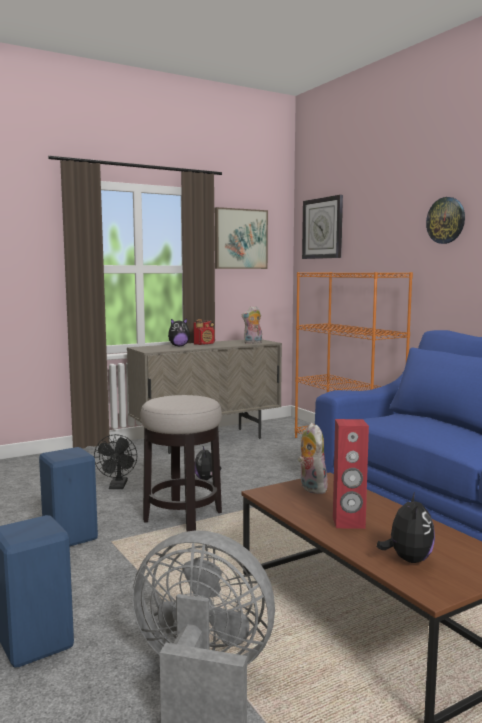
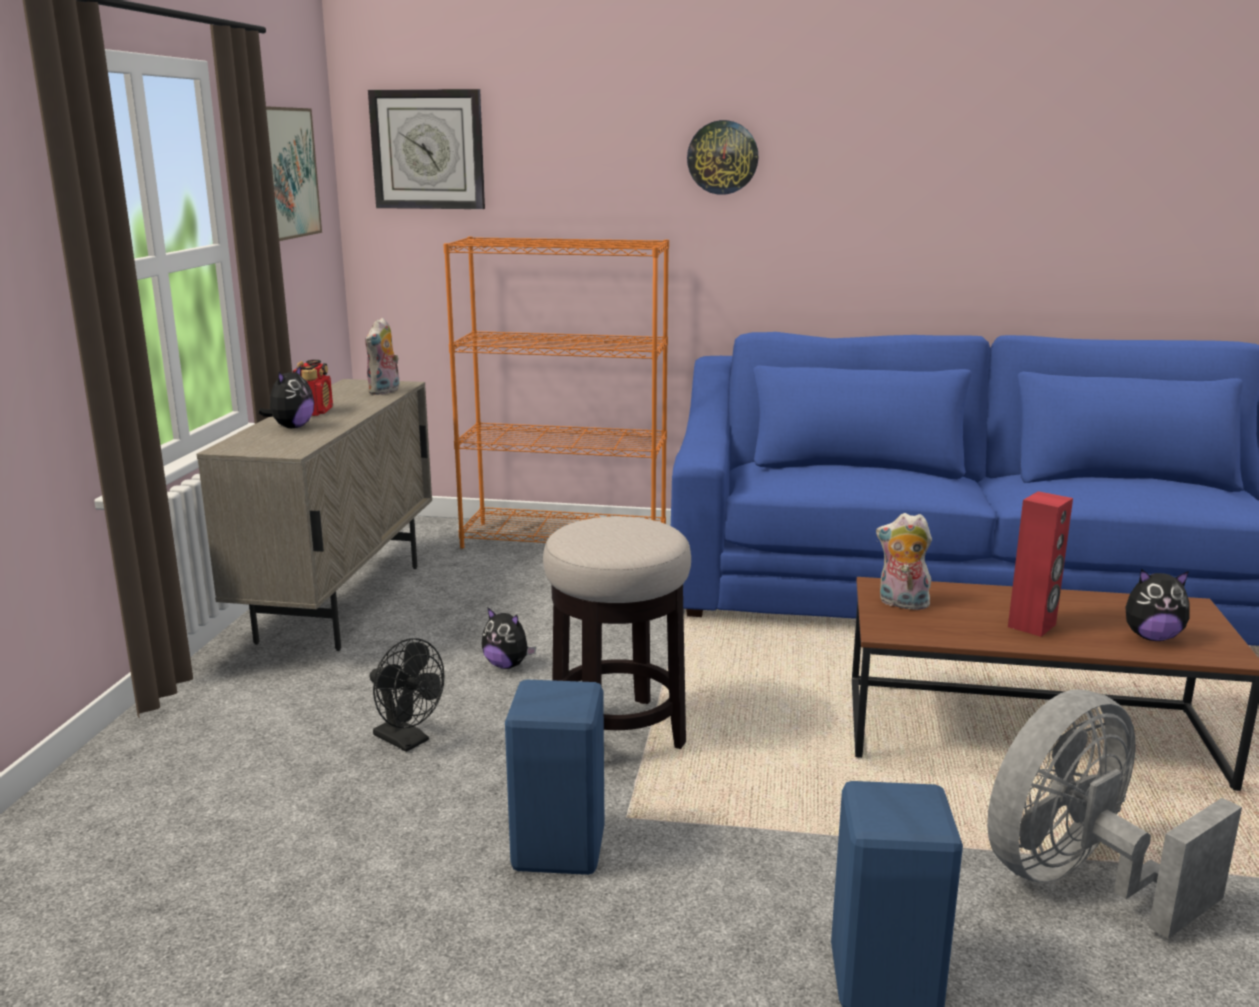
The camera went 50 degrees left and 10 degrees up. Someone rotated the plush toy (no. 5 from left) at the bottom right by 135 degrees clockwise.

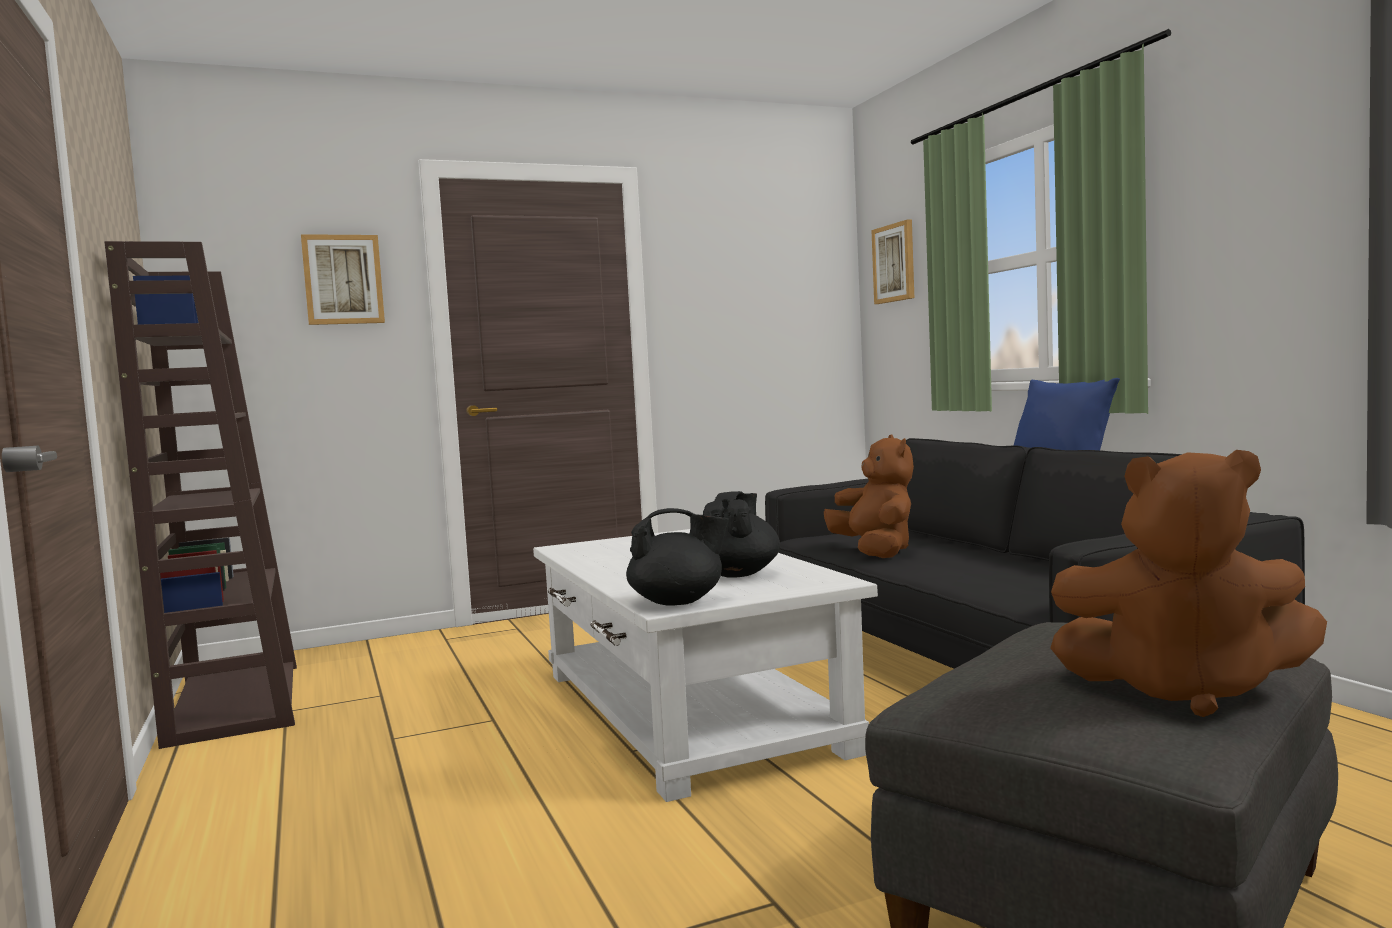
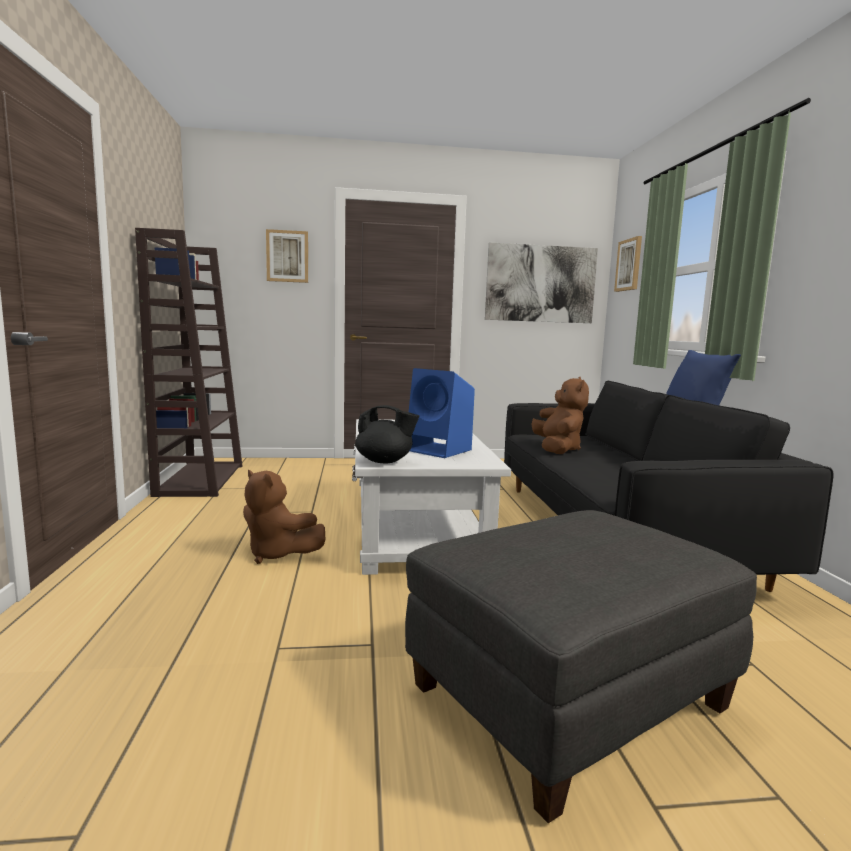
The camera went 15 degrees right and 5 degrees up. Someone swapped the black teapot (no. 2 from left) at the centre for the blue speaker at the centre. Someone carried the brown plush toy (no. 2 from left in the first image) from the middle right to the centre. Someone put up the picture (no. 2 from left) at the top centre.

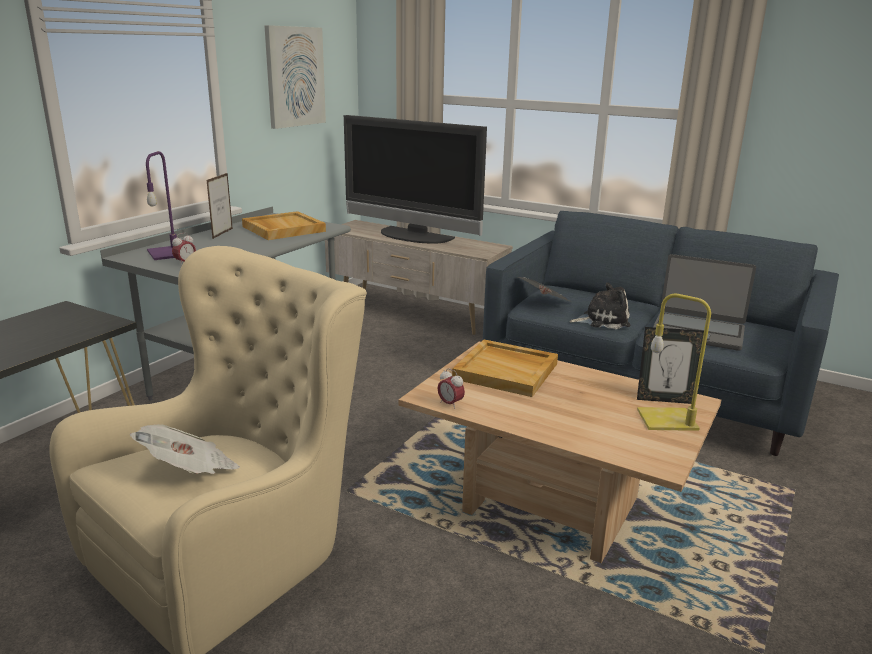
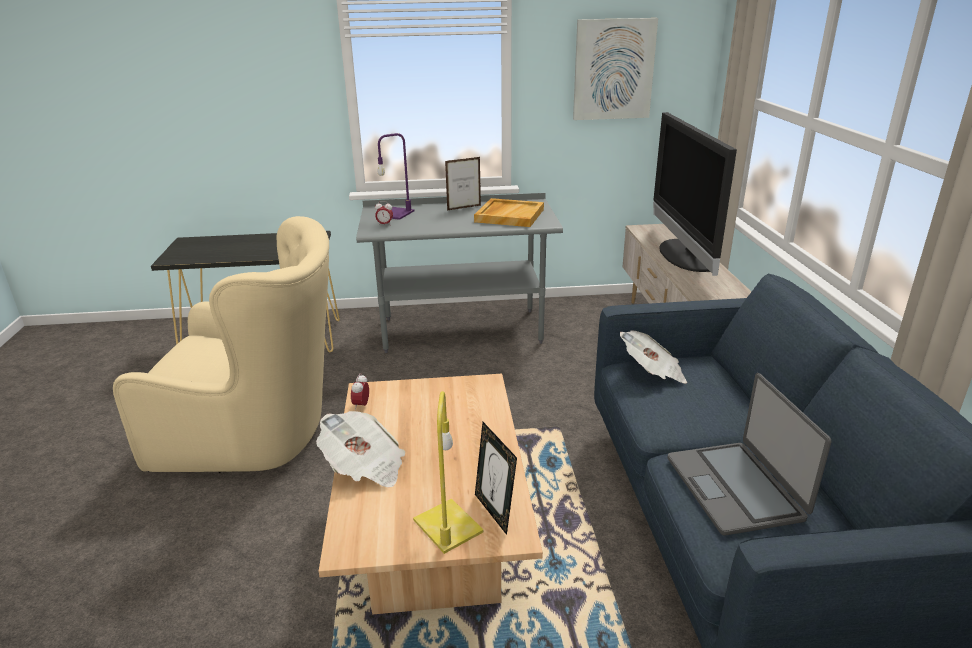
The camera went 55 degrees right and 5 degrees up. Someone carried the newspaper (no. 1 from left) from the bottom left to the bottom centre. Someone took away the beige tray (no. 2 from left) at the centre. Someone took away the plush toy at the middle right.

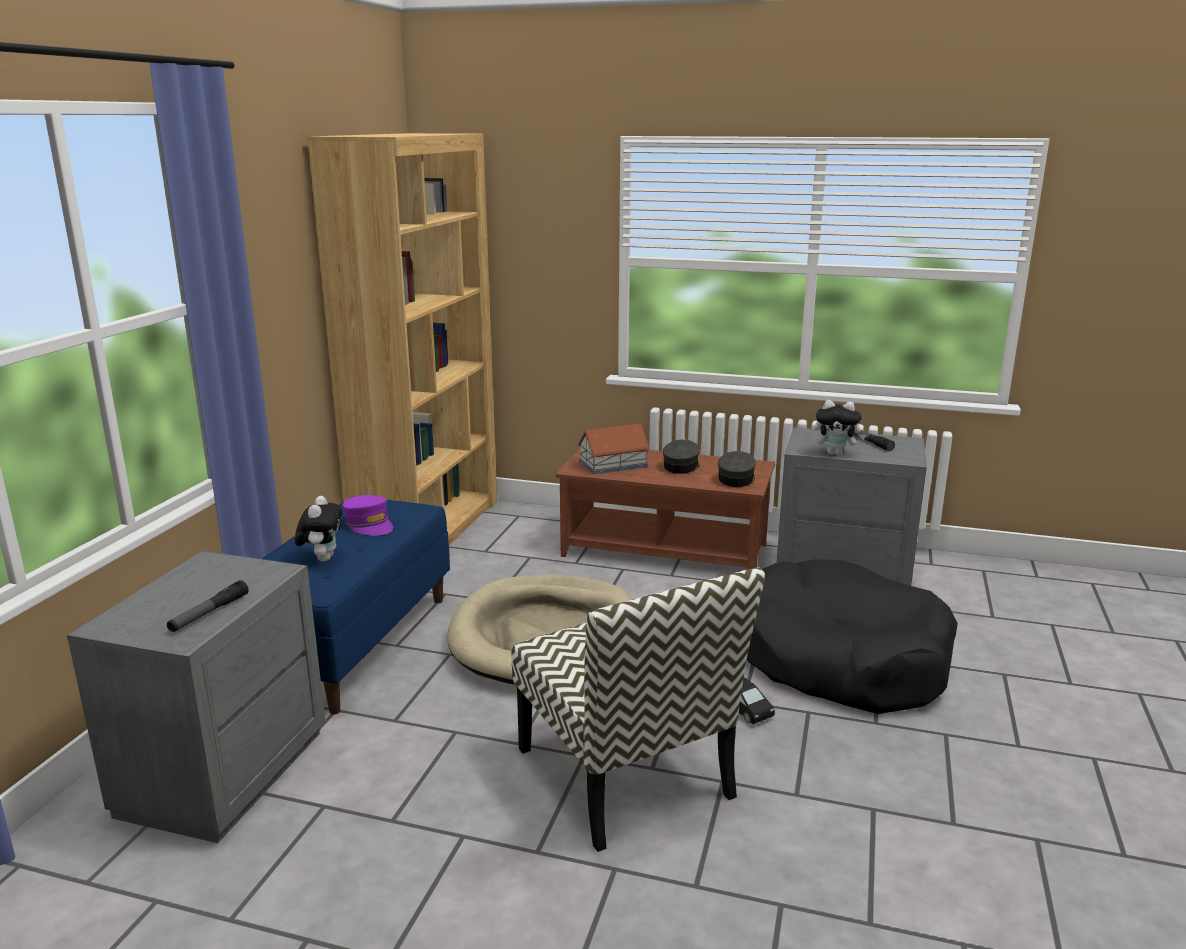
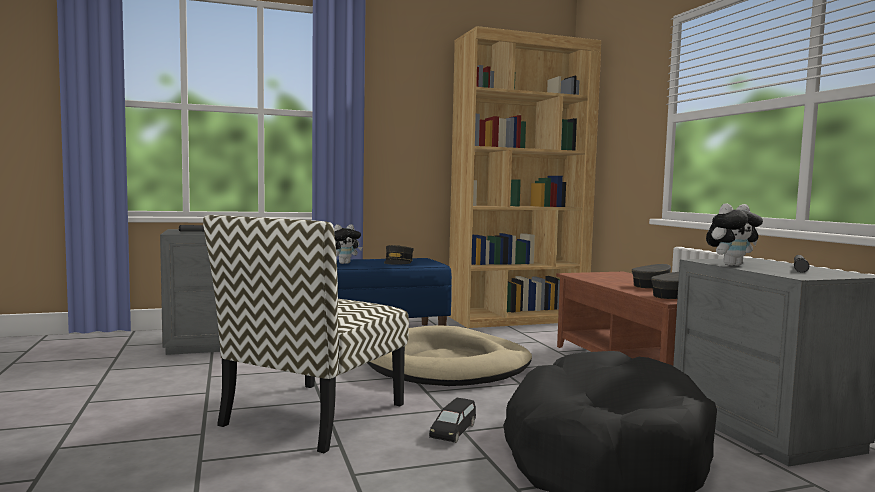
The camera went 55 degrees right and 15 degrees down. Someone repainted the purple cap at the middle left, which became the grey cap (no. 1 from left) at the centre. Someone took away the toy house at the centre. Someone rotated the plush toy (no. 2 from left) at the middle right by 90 degrees counterclockwise.

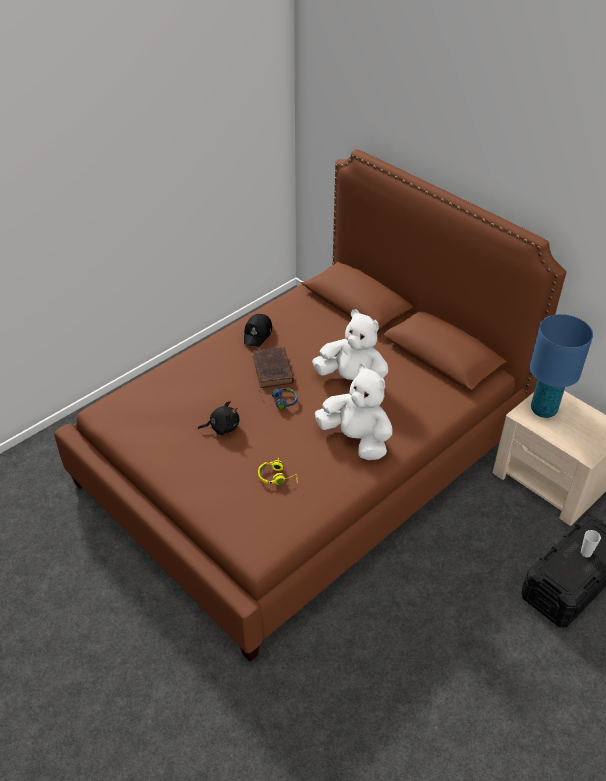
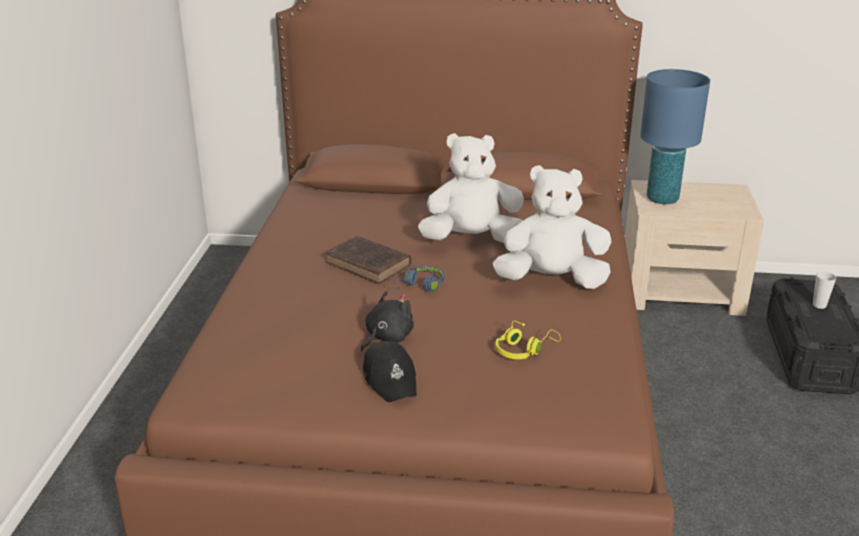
The camera went 40 degrees left and 15 degrees down. Someone carried the black cap from the centre to the bottom centre.

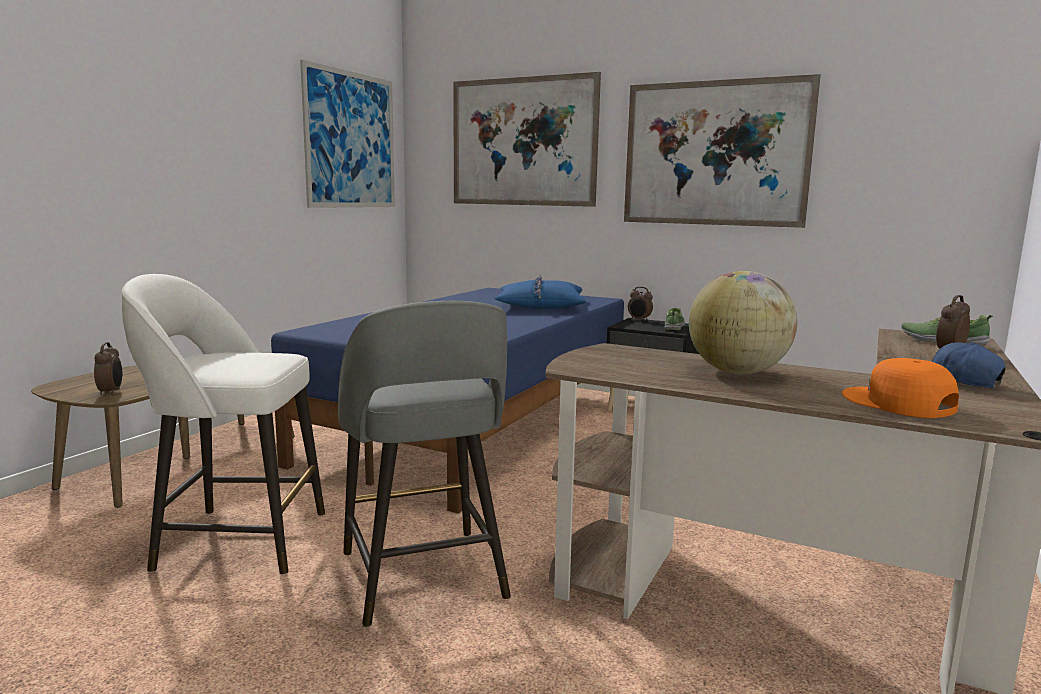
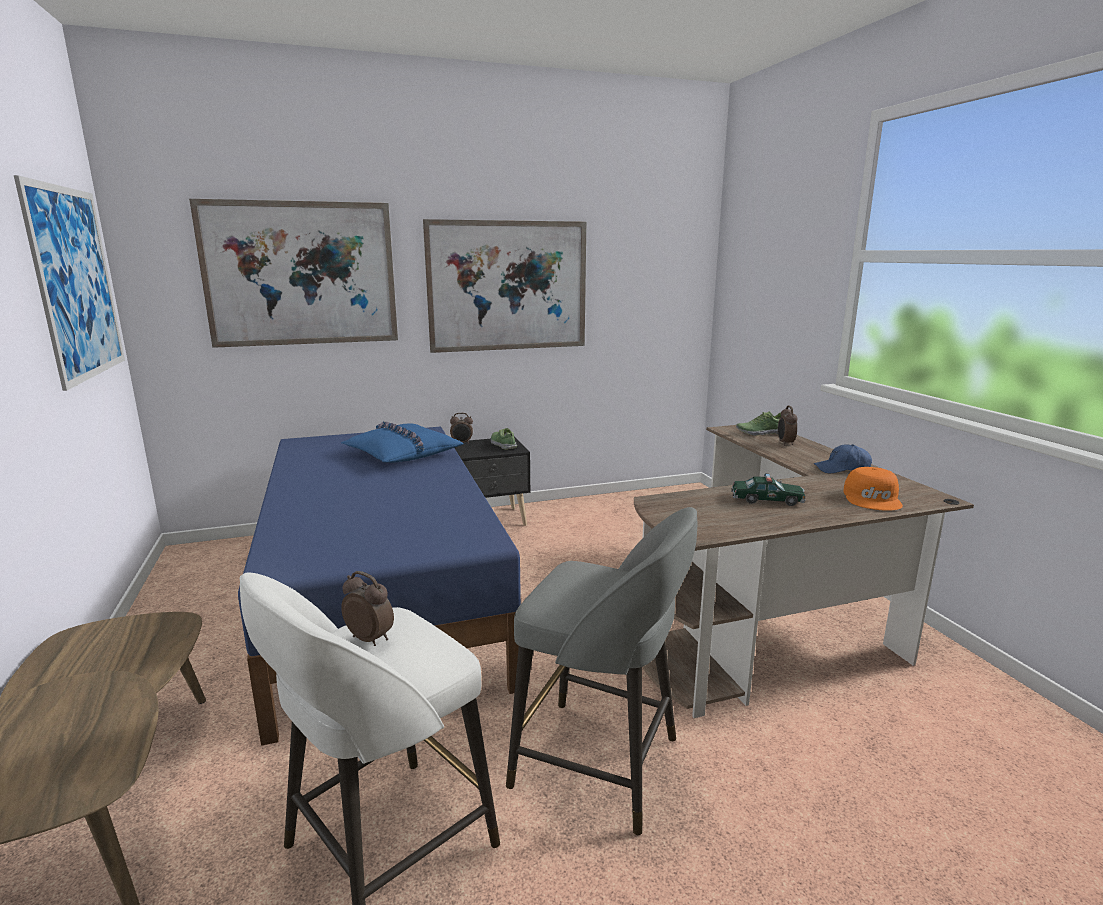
The camera went 45 degrees left and 5 degrees up. Someone carried the alarm clock (no. 1 from left) from the middle left to the bottom left. Someone swapped the globe at the middle right for the toy car at the middle right. Someone rotated the orange cap at the middle right by 90 degrees counterclockwise.

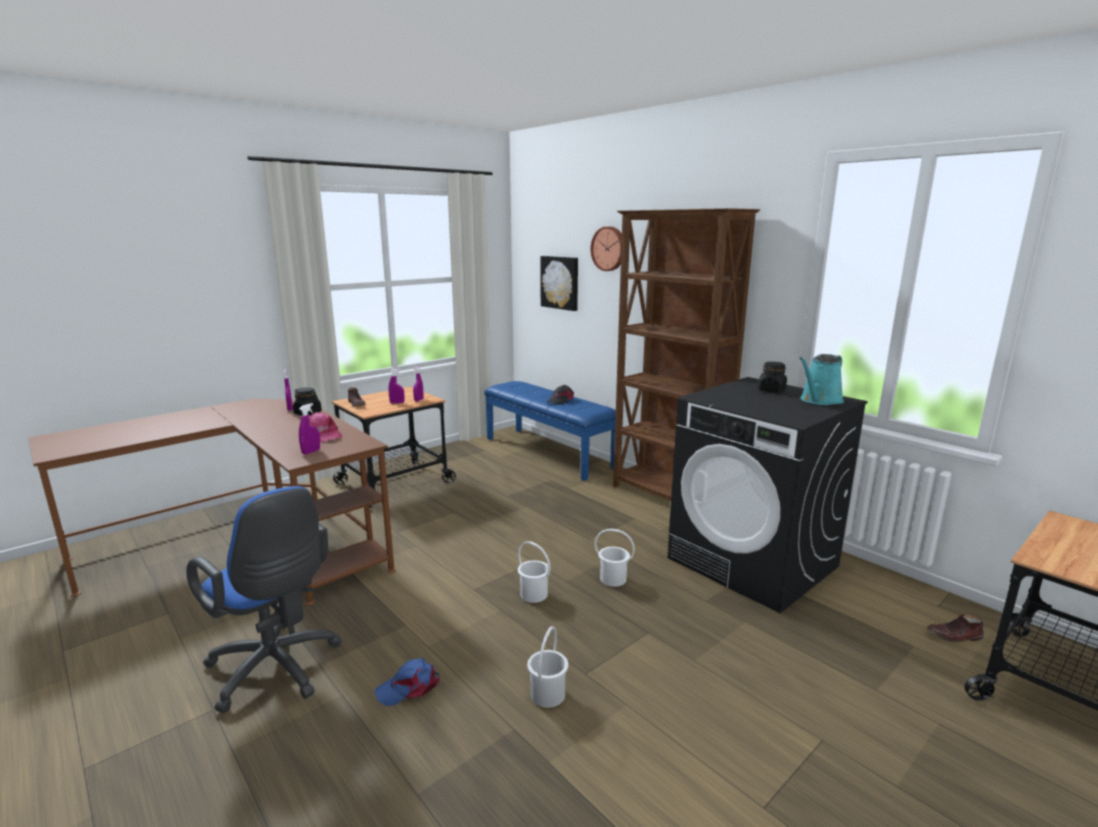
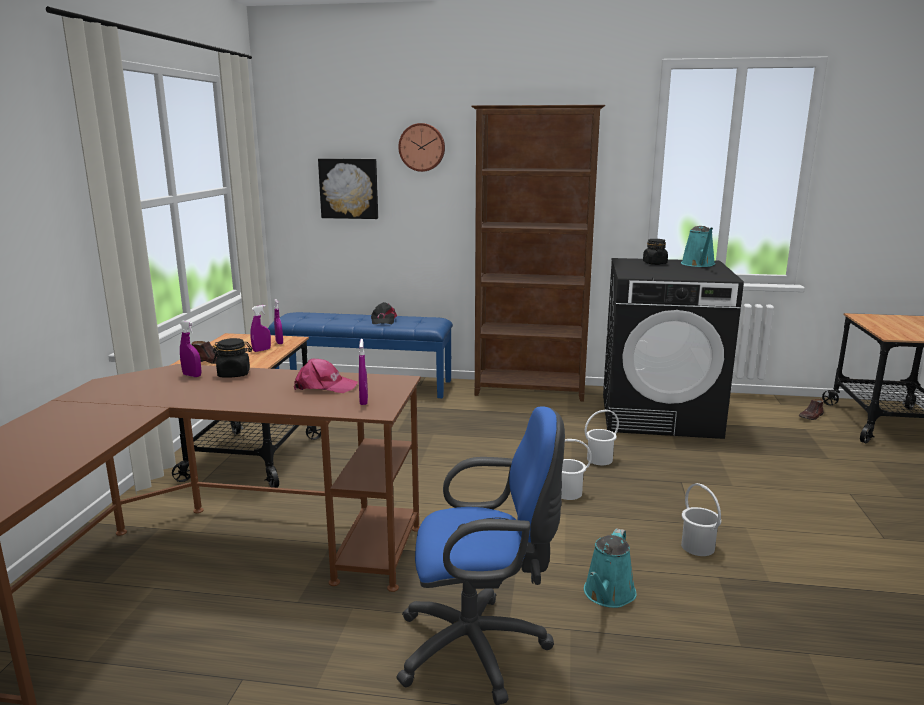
The camera went 40 degrees left and 0 degrees up. Someone swapped the blue cap at the bottom centre for the turquoise watering can (no. 1 from left) at the bottom centre.

